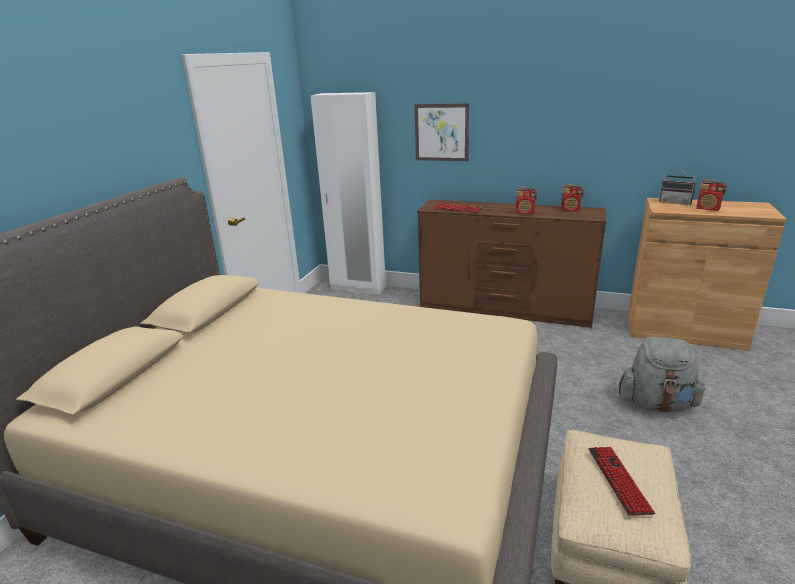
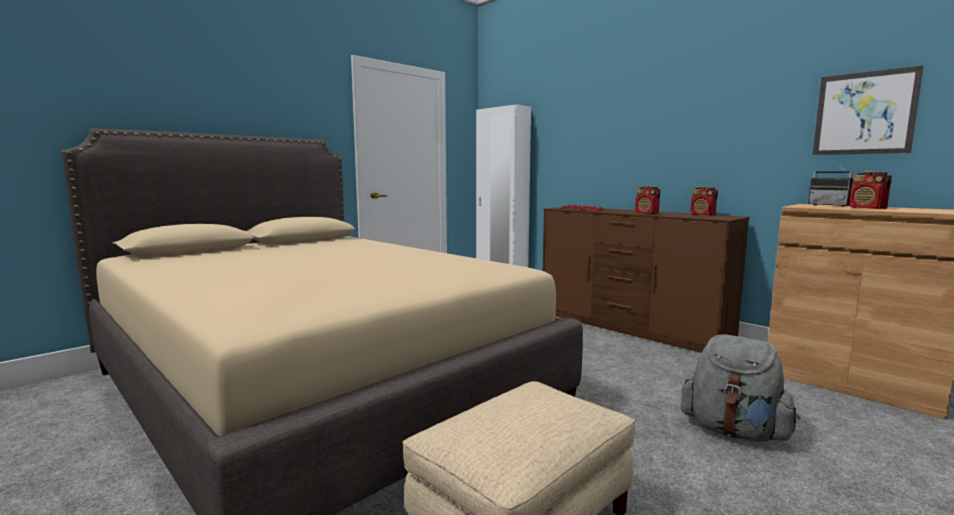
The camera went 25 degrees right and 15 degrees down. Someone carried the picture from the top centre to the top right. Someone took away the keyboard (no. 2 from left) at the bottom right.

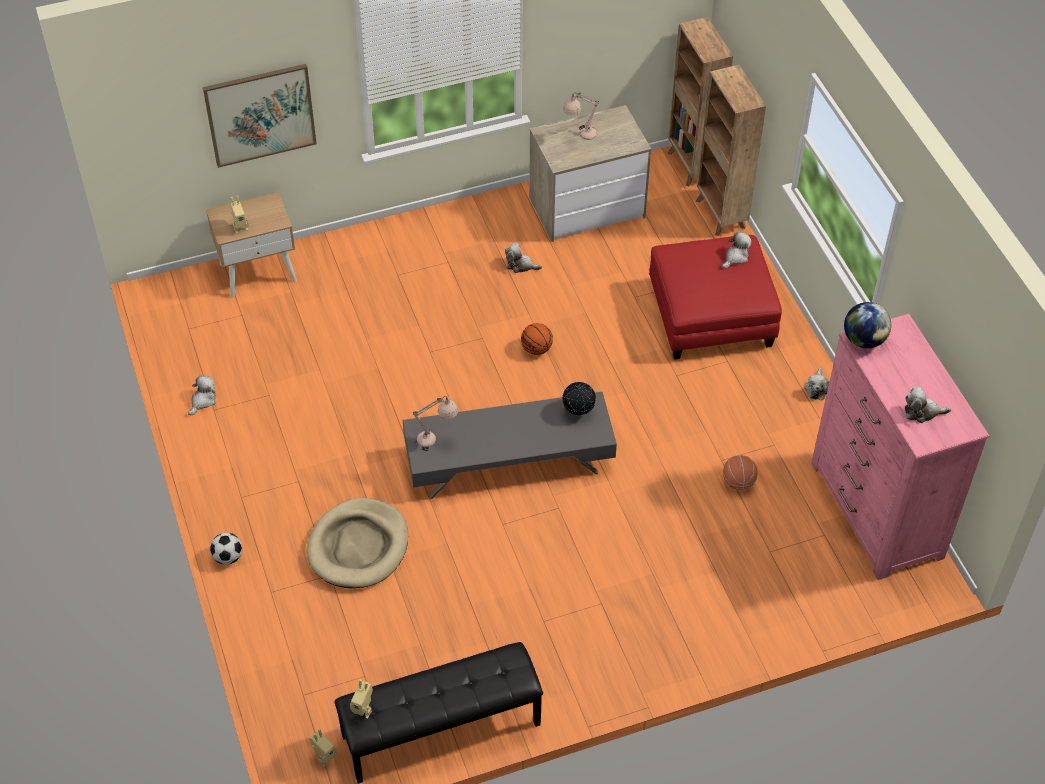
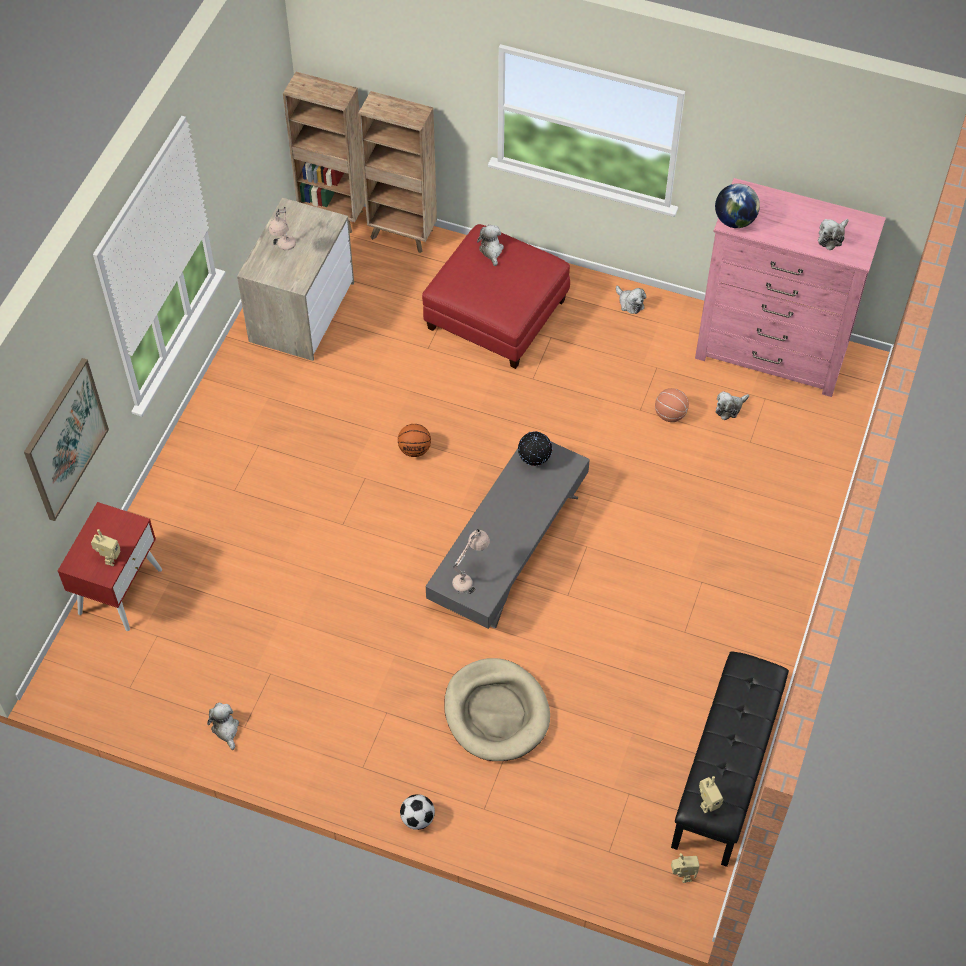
The camera went 50 degrees left and 5 degrees up. Someone repainted the beige nightstand at the top left, which became the red nightstand at the middle left. Someone carried the plush toy (no. 2 from left in the first image) from the top centre to the middle right.

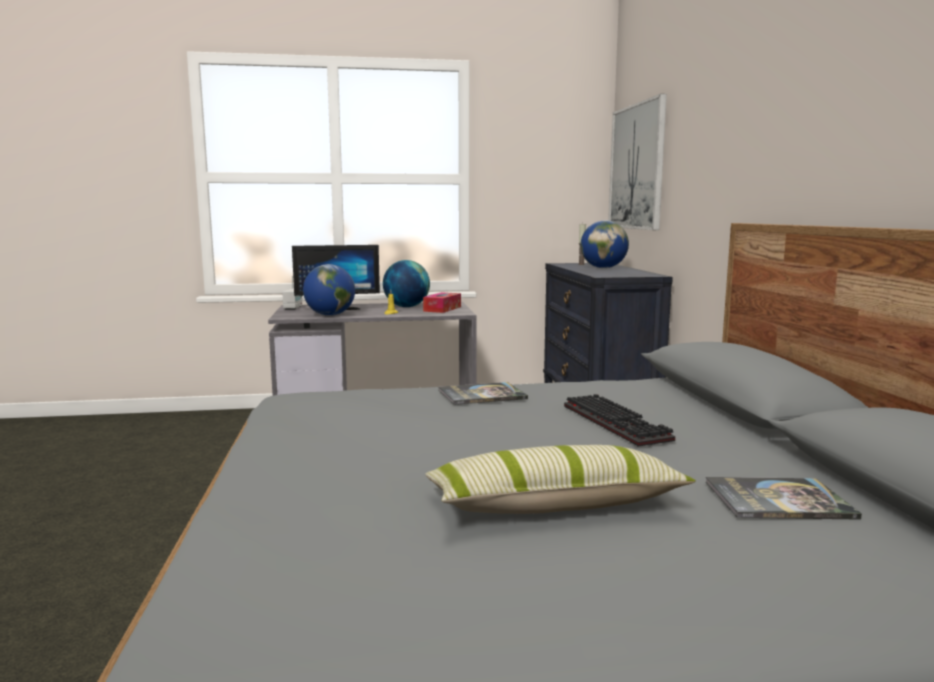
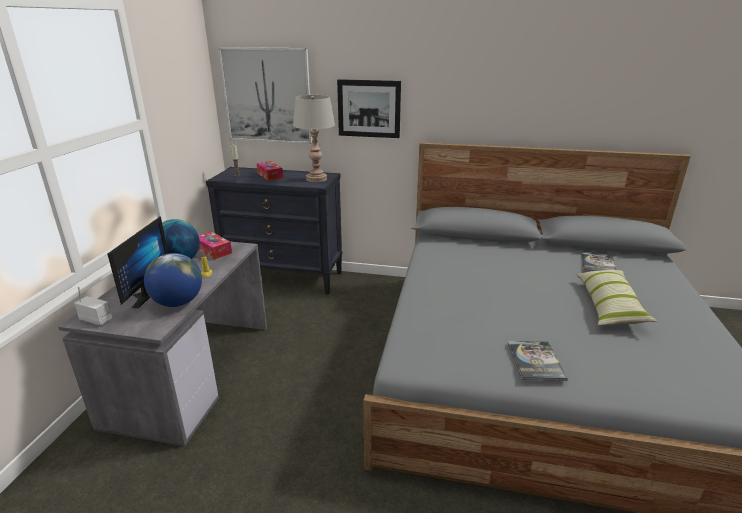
The camera went 70 degrees left and 15 degrees up. Someone carried the book (no. 1 from left) from the centre to the bottom right. Someone took away the keyboard at the centre. Someone swapped the globe (no. 3 from left) at the centre for the tissue box (no. 2 from left) at the centre. Someone put down the grey table lamp at the top centre. Someone put up the picture (no. 2 from left) at the top centre.

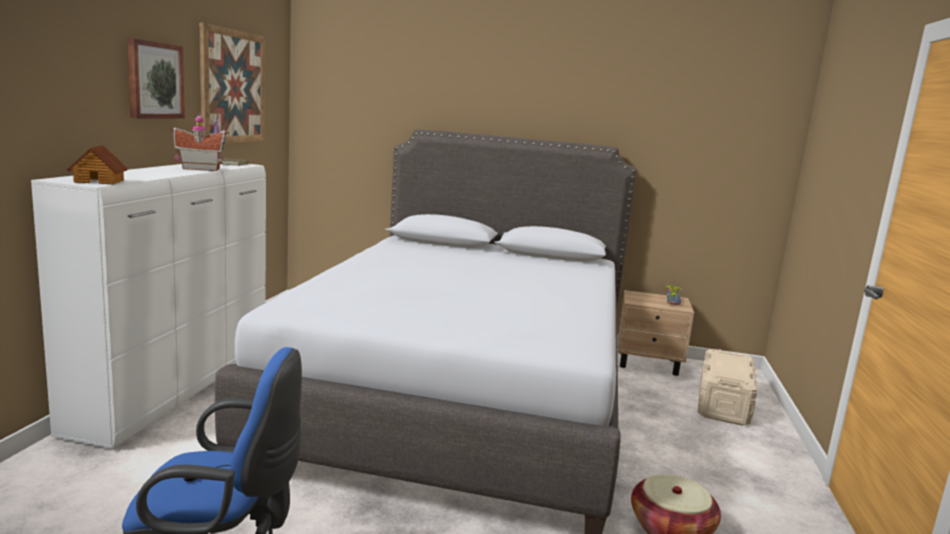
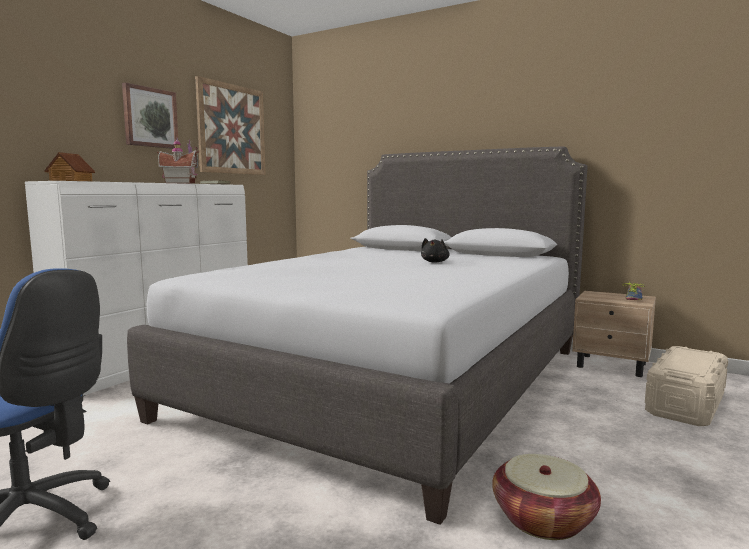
The camera went 20 degrees right and 5 degrees down. Someone put down the black plush toy at the centre.

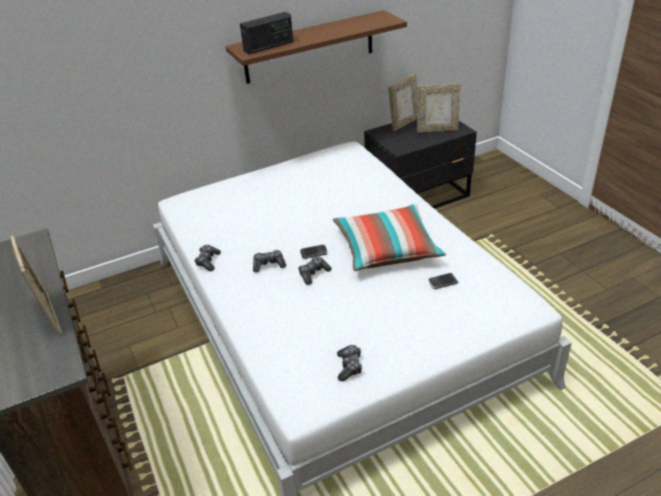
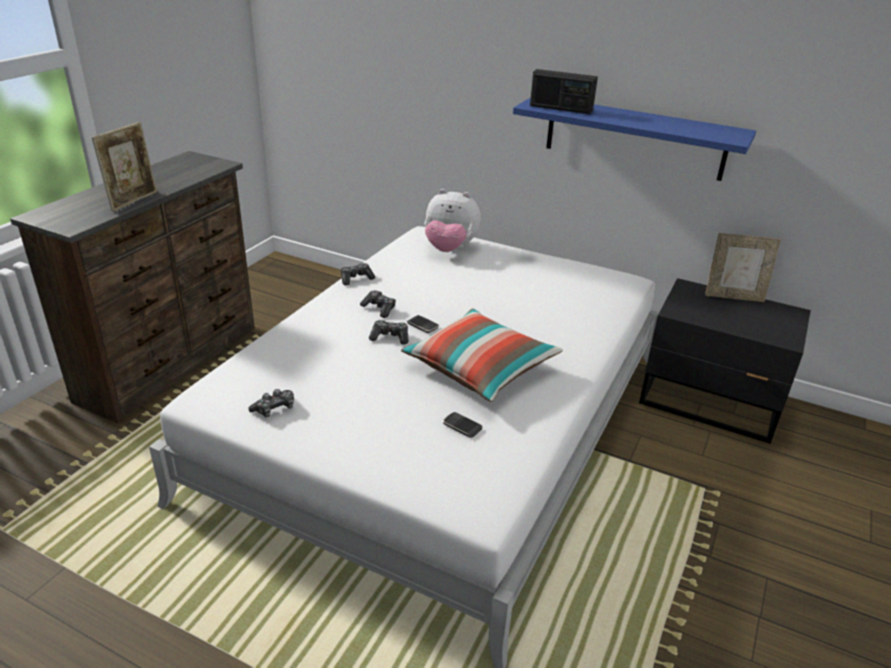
The camera went 50 degrees right and 5 degrees down. Someone repainted the brown shelf at the top centre, which became the blue shelf at the top right. Someone took away the picture frame (no. 3 from left) at the top centre. Someone put down the plush toy at the top centre.

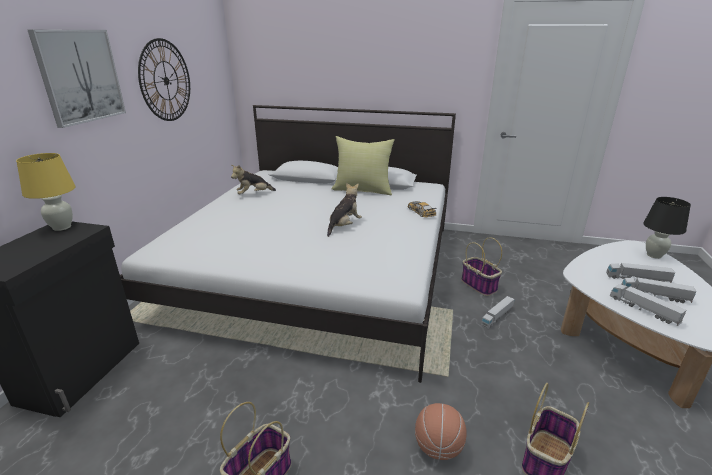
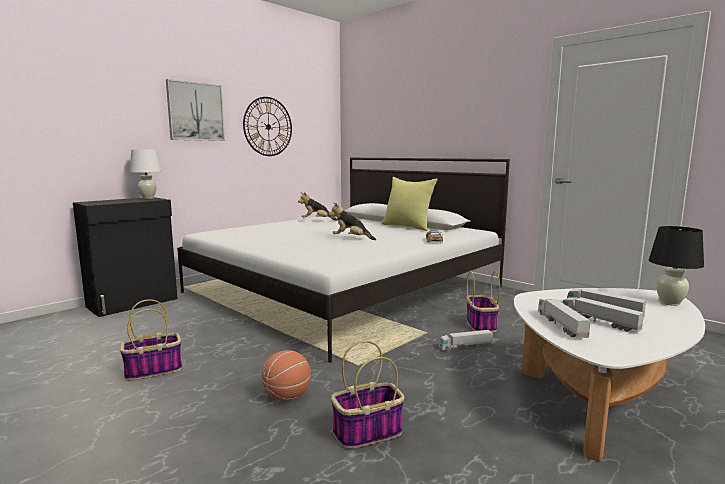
The camera went 30 degrees right and 15 degrees down. Someone repainted the yellow table lamp at the middle left, which became the white table lamp at the middle left. Someone rotated the plush toy (no. 2 from left) at the centre by 135 degrees counterclockwise.

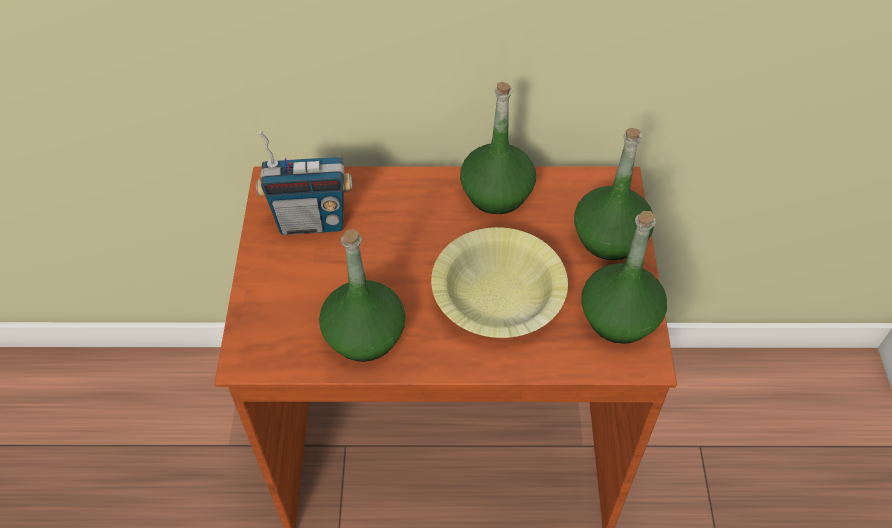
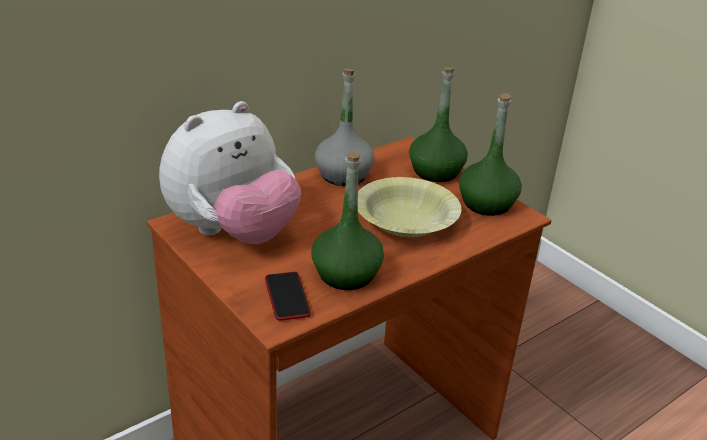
The camera went 40 degrees left and 20 degrees down. Someone swapped the radio at the centre for the plush toy at the middle left. Someone repainted the green bottle (no. 2 from left) at the top centre, which became the grey bottle at the top centre. Someone put down the phone at the bottom centre.

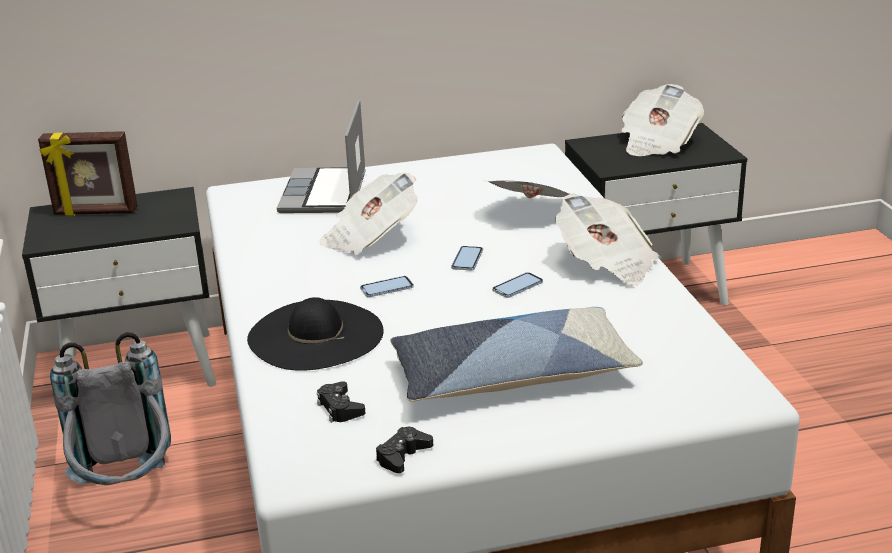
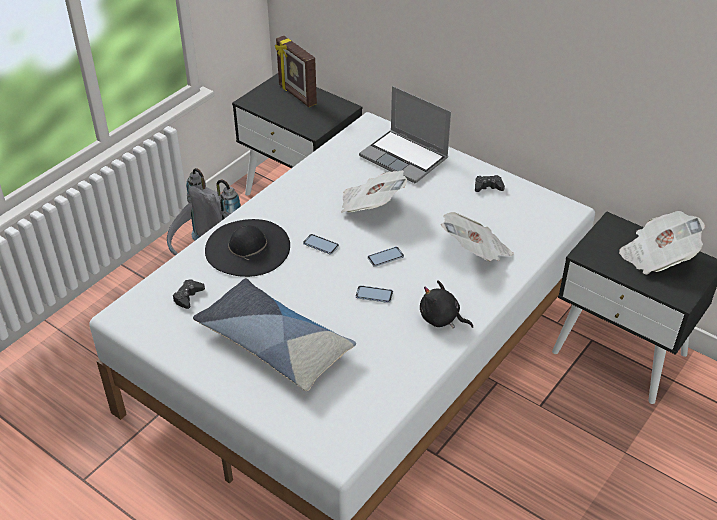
The camera went 50 degrees right and 15 degrees up. Someone rotated the laptop at the top centre by 105 degrees counterclockwise. Someone carried the black game controller (no. 2 from left) from the bottom centre to the middle right. Someone swapped the newspaper (no. 3 from left) at the middle right for the black plush toy at the centre.

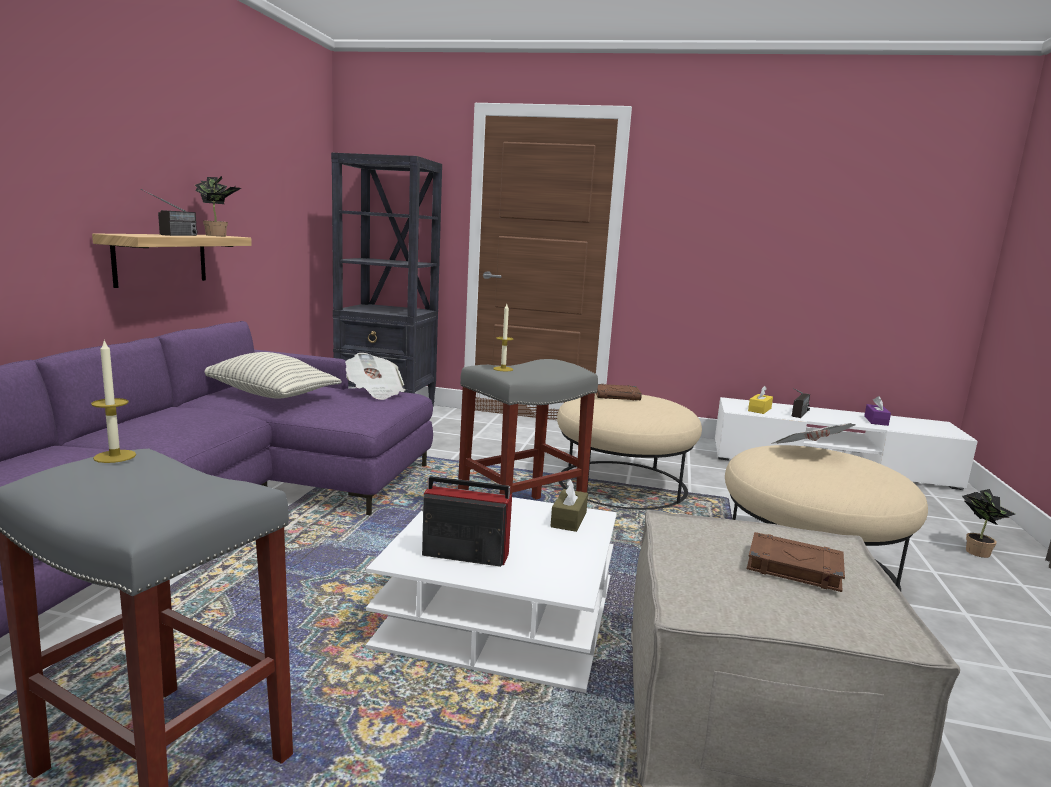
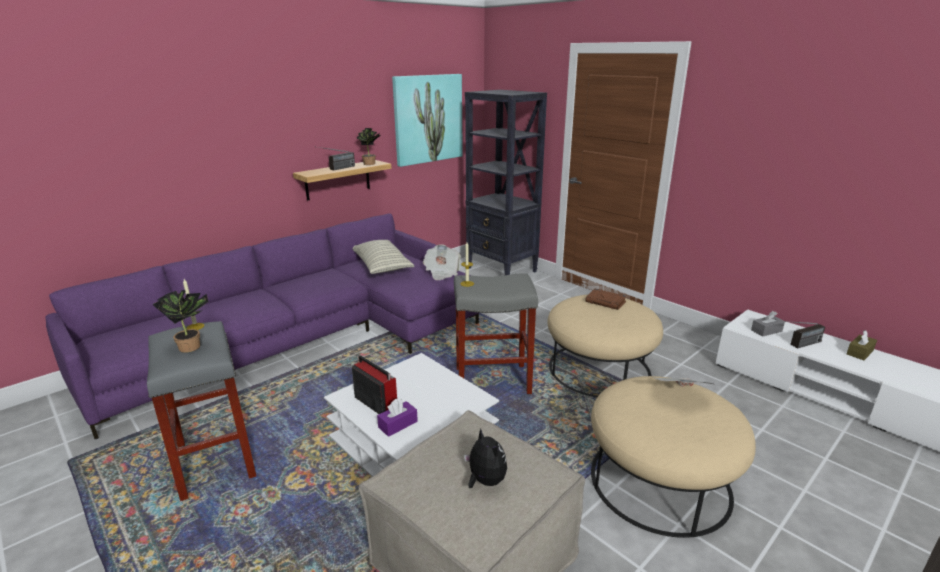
The camera went 35 degrees right and 10 degrees up. Someone carried the brown tissue box from the centre to the middle right. Someone swapped the brown book (no. 2 from left) at the bottom right for the plush toy at the bottom centre. Someone repainted the yellow tissue box at the middle right, which became the grey tissue box at the middle right. Someone carried the purple tissue box from the middle right to the bottom centre. Someone carried the potted plant (no. 2 from left in the first image) from the middle right to the middle left. Someone put up the picture at the top centre.

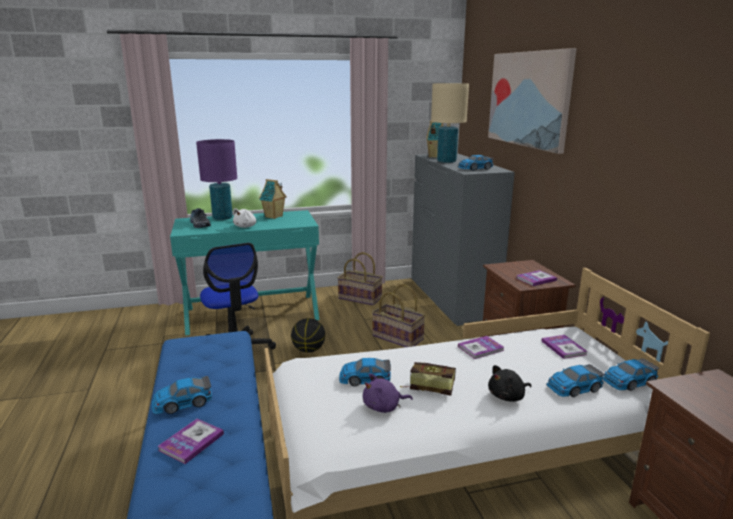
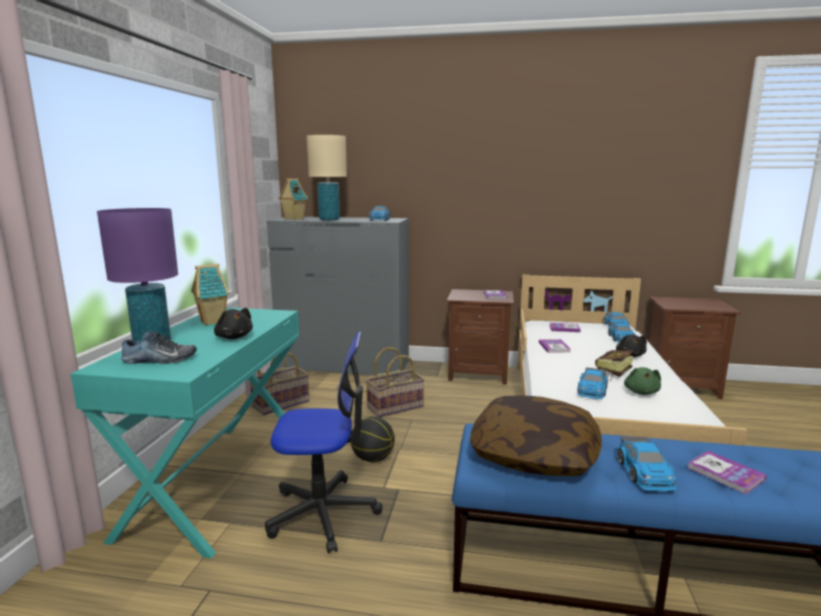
The camera went 65 degrees left and 5 degrees down. Someone repainted the white plush toy at the middle left, which became the black plush toy (no. 1 from left) at the middle left. Someone repainted the purple plush toy at the bottom centre, which became the green plush toy at the middle right. Someone took away the picture at the top right. Someone put down the pillow at the bottom centre.

